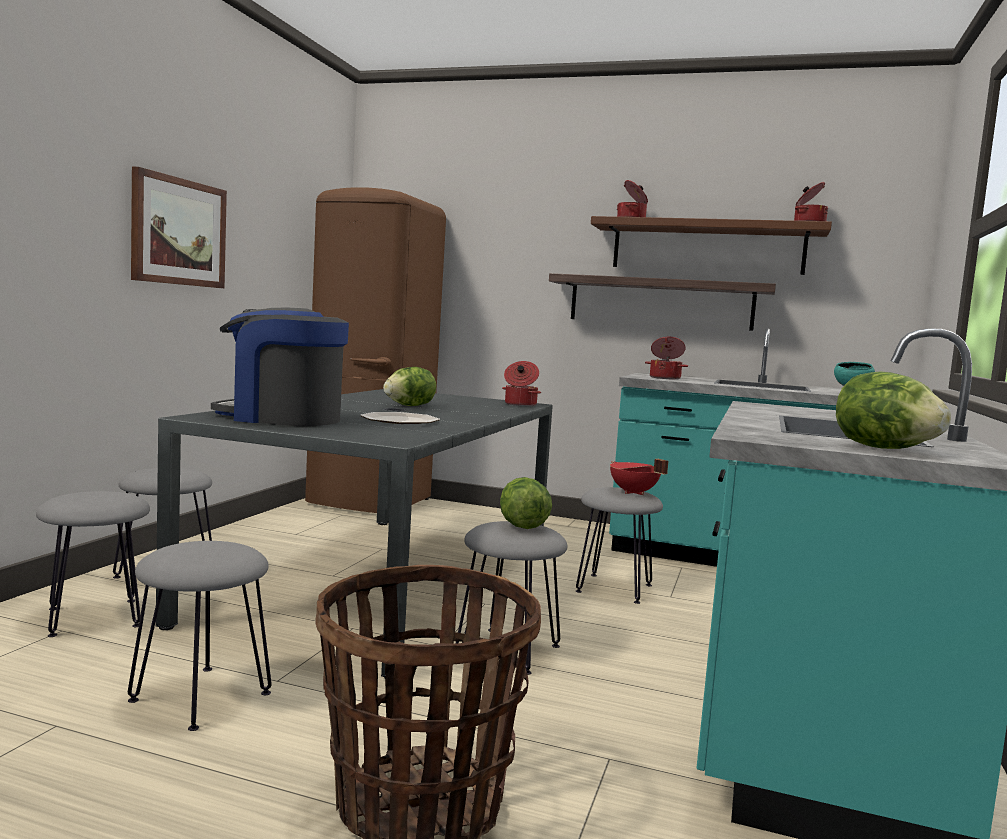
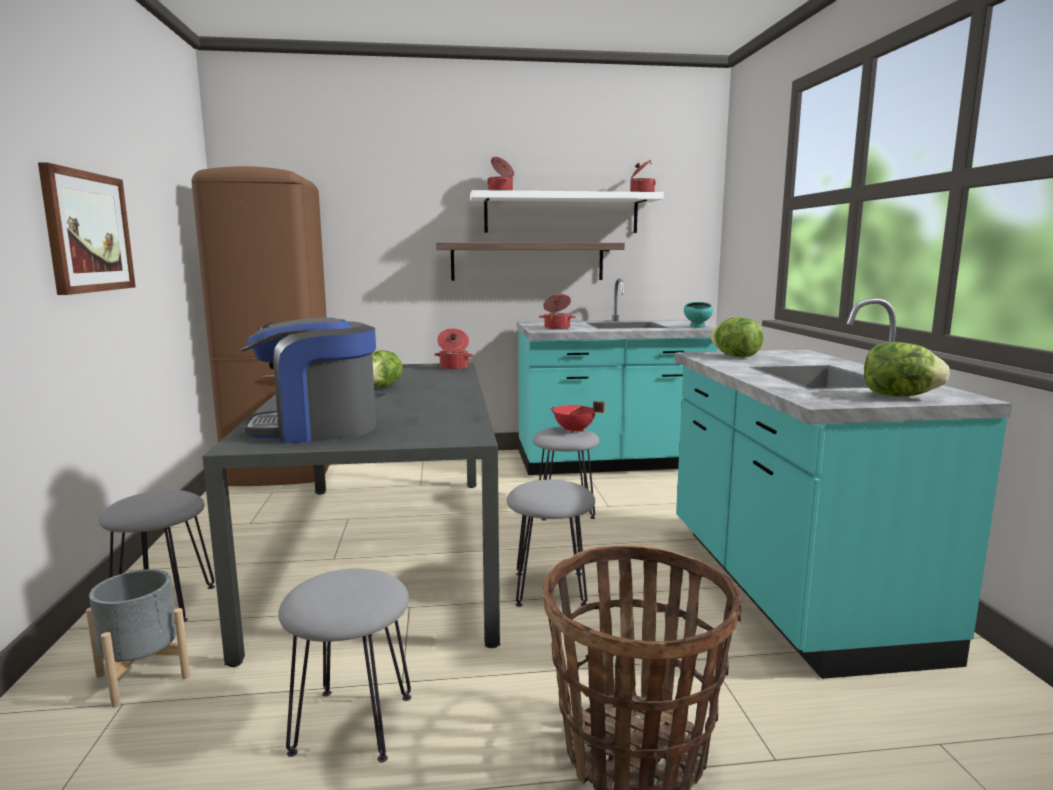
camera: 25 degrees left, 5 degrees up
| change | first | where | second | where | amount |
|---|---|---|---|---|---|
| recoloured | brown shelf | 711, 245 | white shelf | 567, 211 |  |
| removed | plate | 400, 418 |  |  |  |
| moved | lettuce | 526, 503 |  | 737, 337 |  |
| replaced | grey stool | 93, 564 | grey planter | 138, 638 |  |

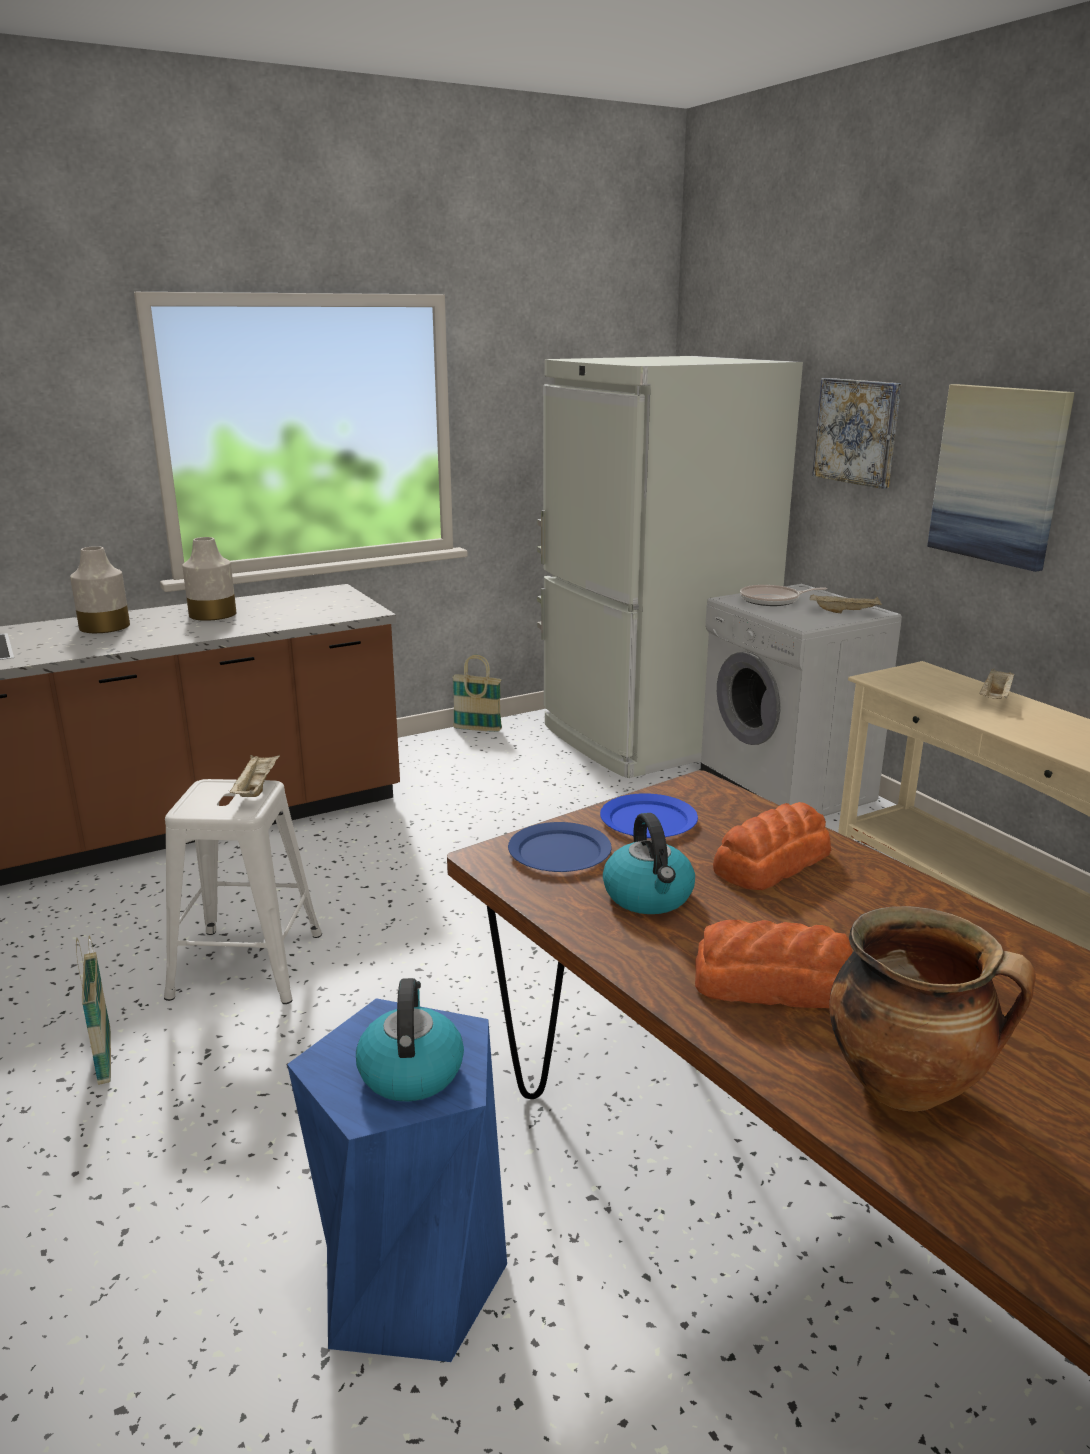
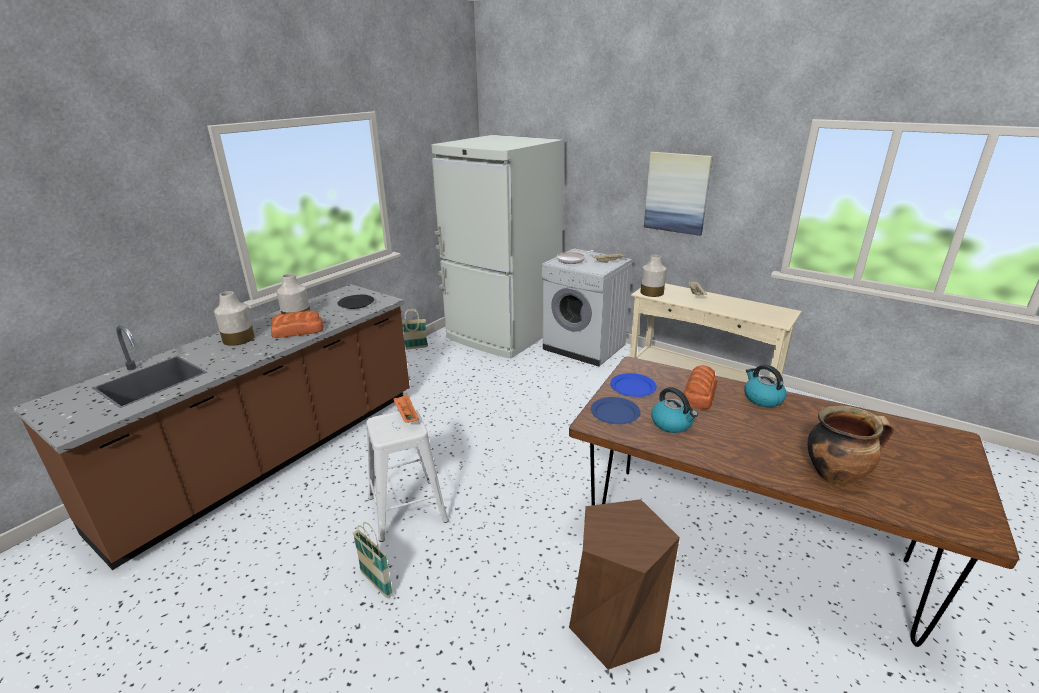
camera: 25 degrees left, 5 degrees up
| change | first | where | second | where | amount |
|---|---|---|---|---|---|
| removed | picture | 856, 433 |  |  |  |
| recoloured | beige tray | 254, 775 | orange tray | 406, 408 |  |
| moved | bread | 774, 964 |  | 297, 324 |  |
| moved | kettle | 410, 1040 |  | 765, 386 |  |
| recoloured | blue stool | 397, 1180 | brown stool | 624, 584 |  |
| added |  |  | beige vase | 653, 276 |  |
| added |  |  | black plate | 355, 302 |  |

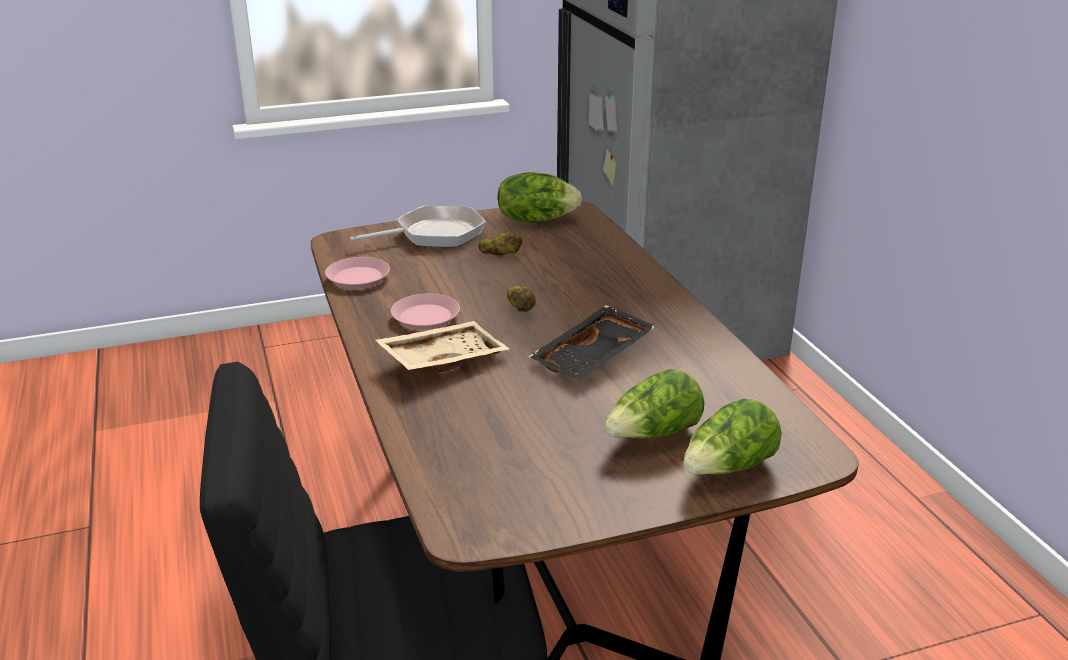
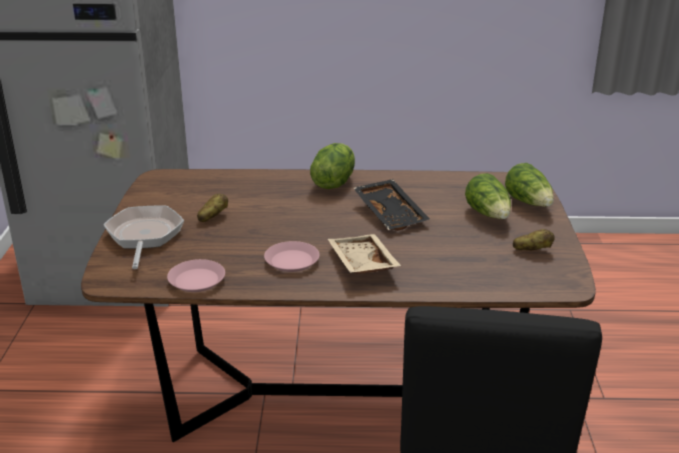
camera: 70 degrees left, 0 degrees up
| change | first | where | second | where | amount |
|---|---|---|---|---|---|
| moved | lettuce | 539, 197 |  | 332, 166 |  |
| moved | potato | 521, 299 |  | 534, 240 |  |

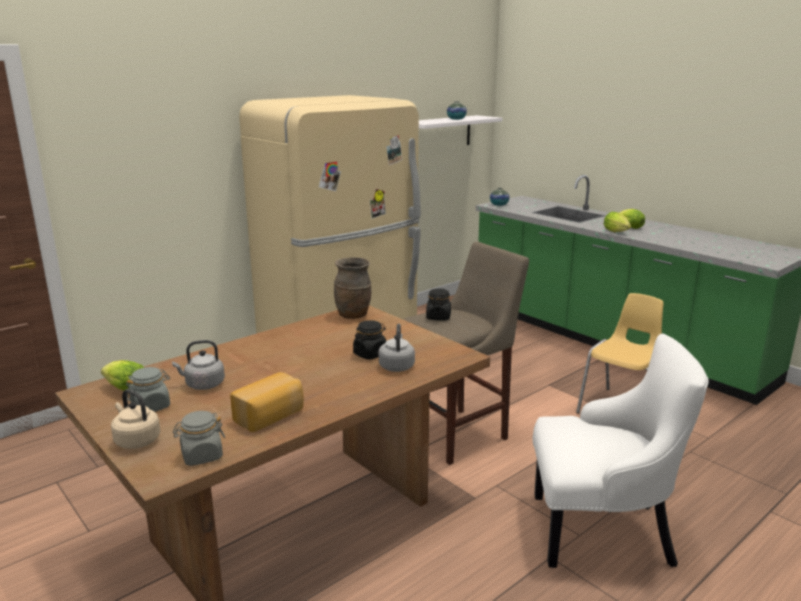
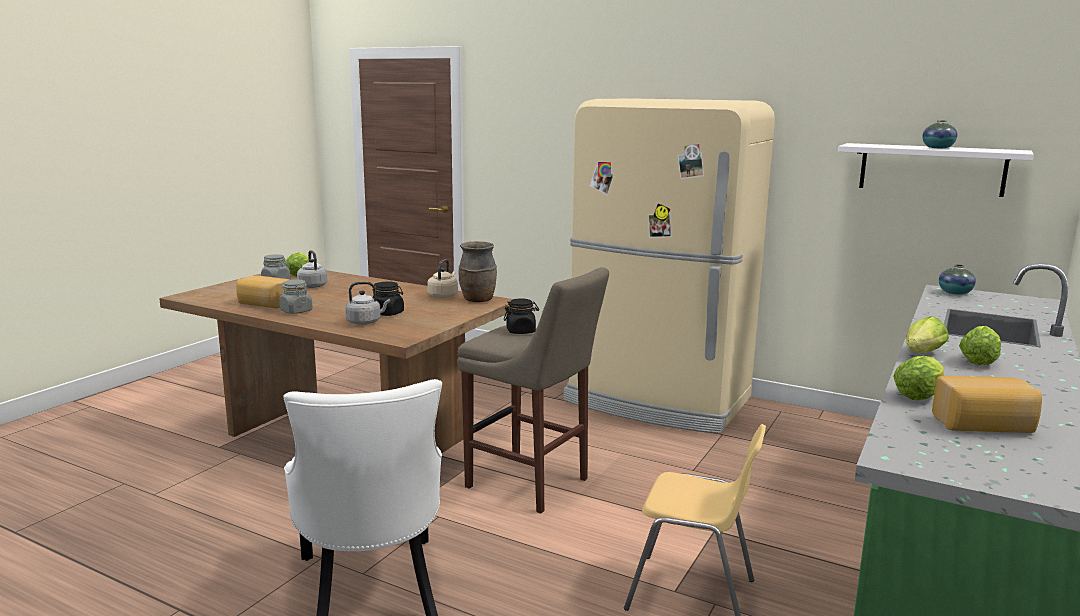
camera: 70 degrees right, 5 degrees down
| change | first | where | second | where | amount |
|---|---|---|---|---|---|
| moved | beige kettle | 136, 419 |  | 442, 278 |  |
| moved | grey jar | 199, 438 |  | 296, 297 |  |
| added |  |  | lettuce | 918, 378 |  |
| added |  |  | bread | 987, 404 |  |

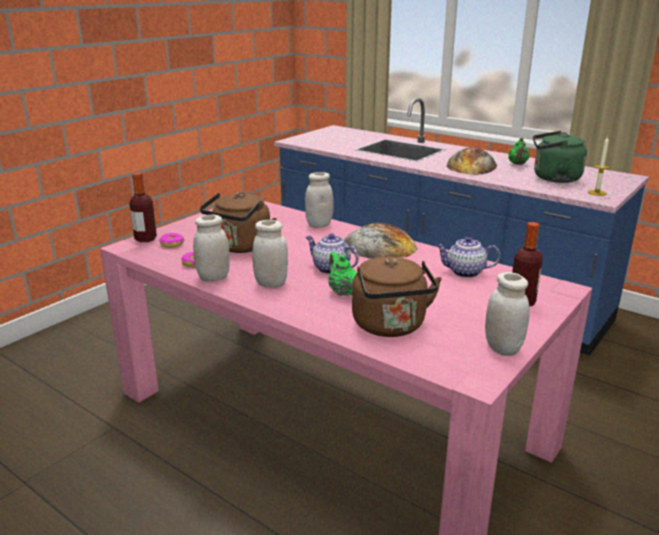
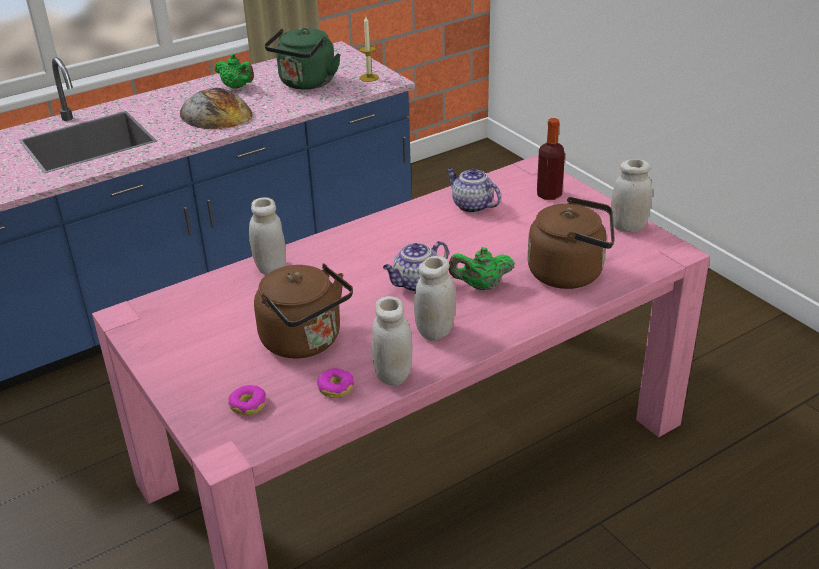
camera: 70 degrees left, 10 degrees up
| change | first | where | second | where | amount |
|---|---|---|---|---|---|
| removed | bottle | 143, 207 |  |  |  |
| removed | bread | 380, 240 |  |  |  |
| turned | teapot | 468, 257 |  | 473, 190 | 105 degrees clockwise |

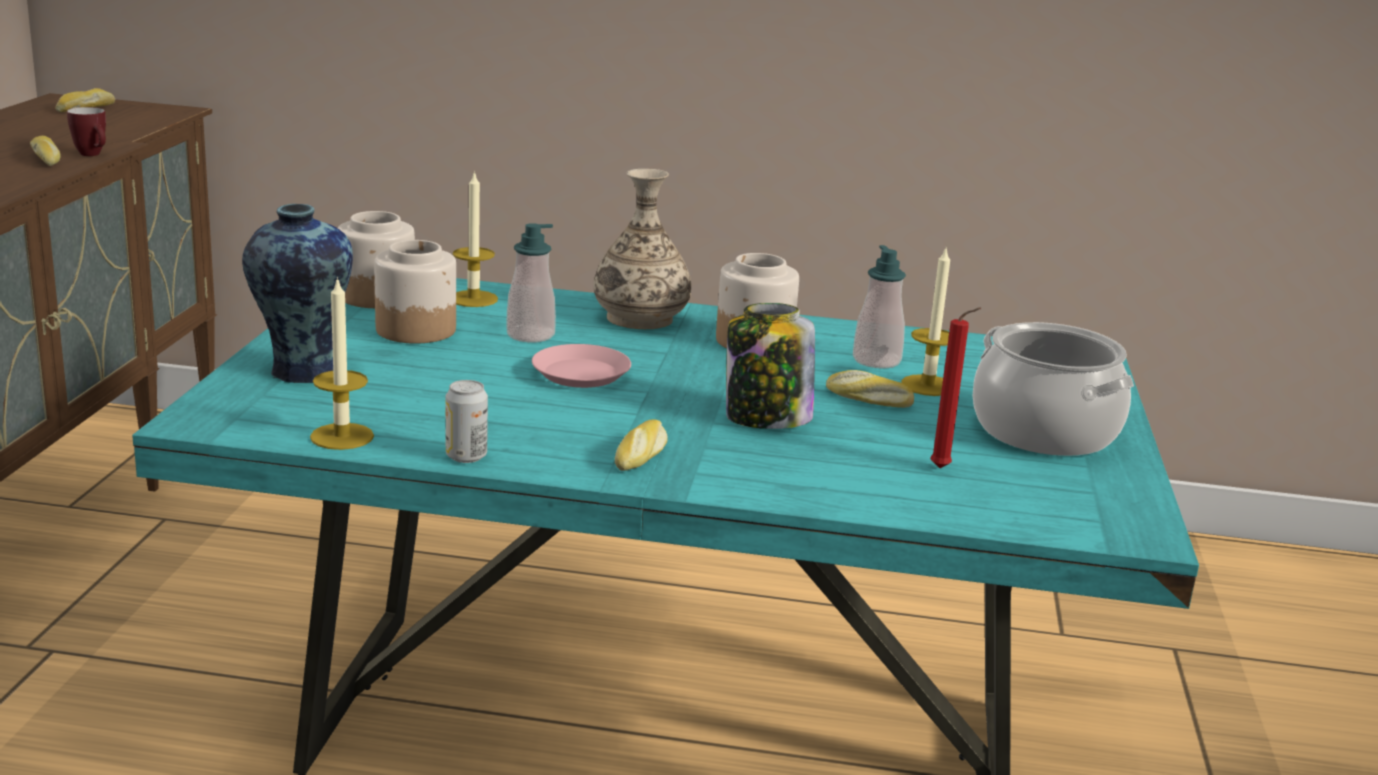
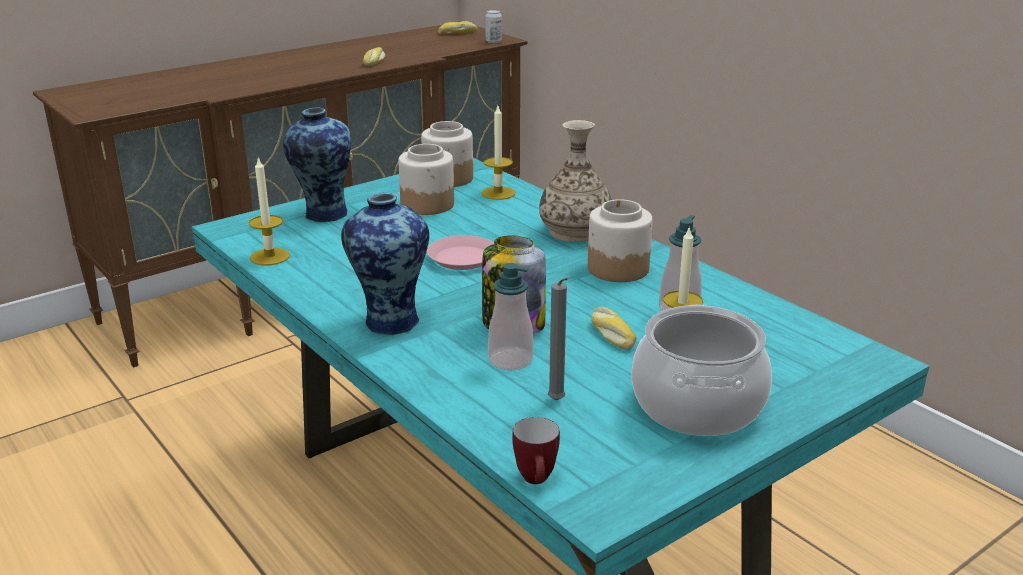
camera: 45 degrees right, 5 degrees up
| change | first | where | second | where | amount |
|---|---|---|---|---|---|
| moved | mug | 86, 131 |  | 536, 450 |  |
| moved | soap dispenser | 531, 282 |  | 510, 317 |  |
| recoloured | red candle | 956, 387 | grey candle | 558, 339 |  |
| moved | can | 467, 421 |  | 493, 26 |  |
| replaced | bread | 641, 445 | vase | 385, 264 |  |

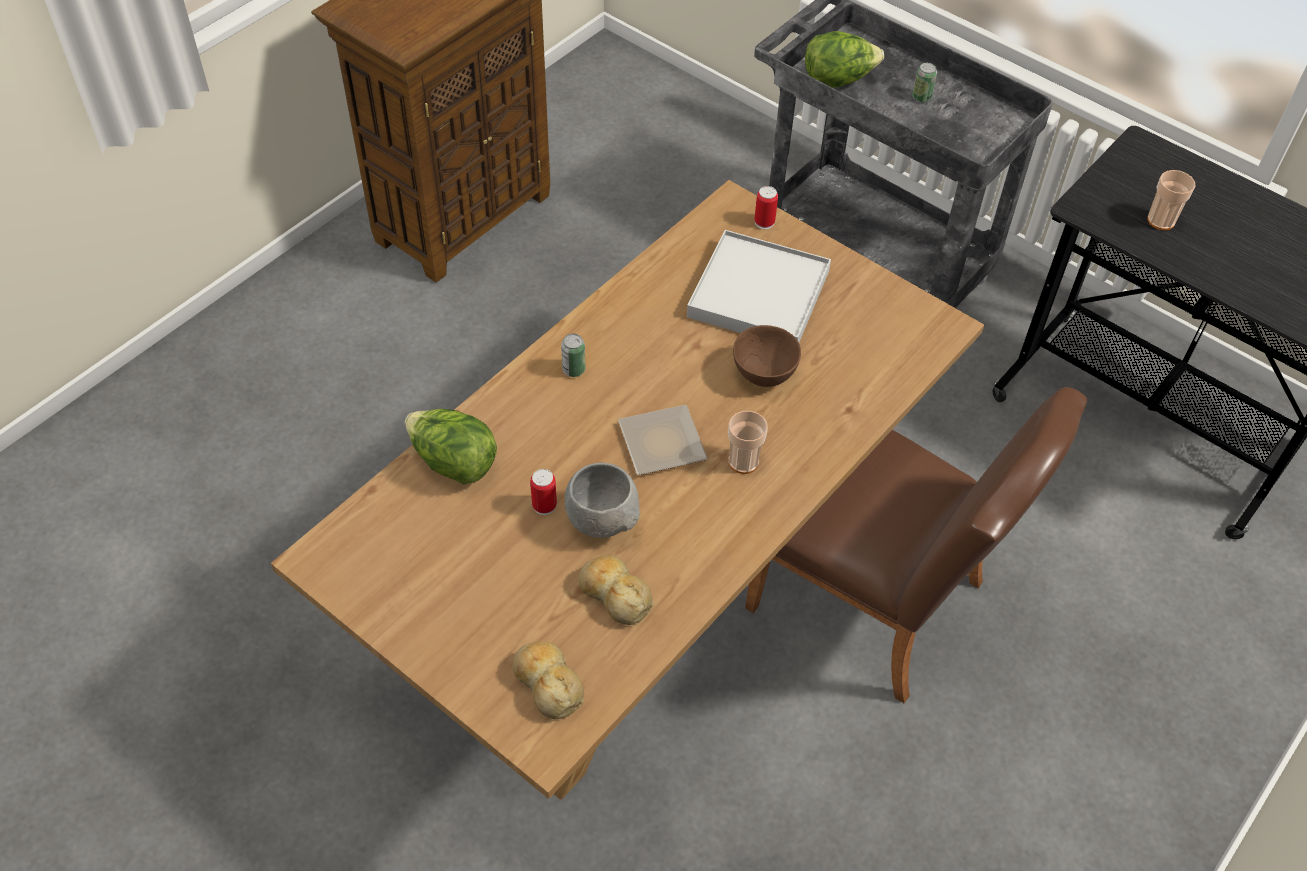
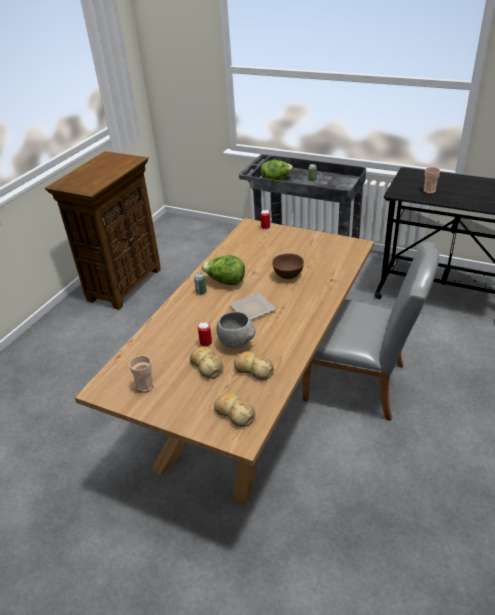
camera: 10 degrees left, 15 degrees down
| change | first | where | second | where | amount |
|---|---|---|---|---|---|
| removed | white tray | 759, 286 |  |  |  |
| recoloured | brown chair | 916, 545 | grey chair | 371, 331 |  |
| moved | lettuce | 451, 447 |  | 223, 270 |  |
| moved | cup | 748, 442 |  | 141, 374 |  |
| added |  |  | bread | 206, 362 |  |

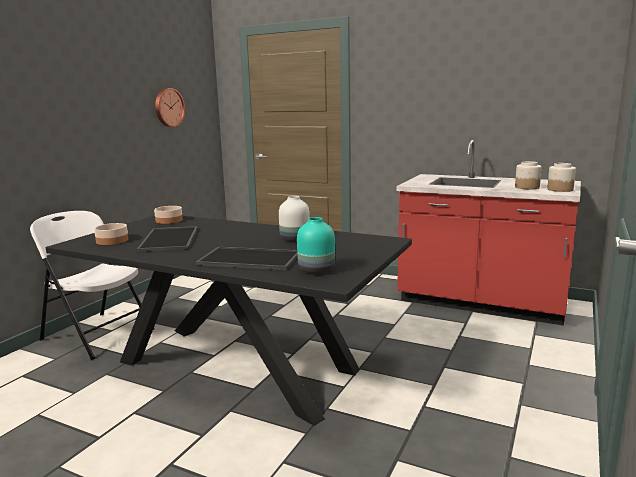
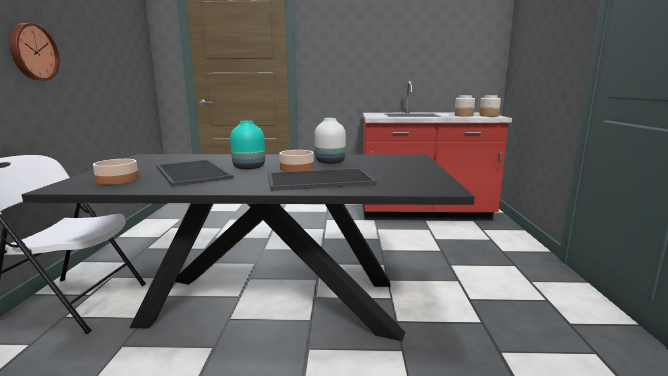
camera: 25 degrees left, 0 degrees up
| change | first | where | second | where | amount |
|---|---|---|---|---|---|
| moved | wall clock | 170, 107 |  | 34, 52 |  |
| moved | bowl | 168, 215 |  | 296, 161 |  |
| moved | turquoise vase | 316, 245 |  | 247, 145 |  |

